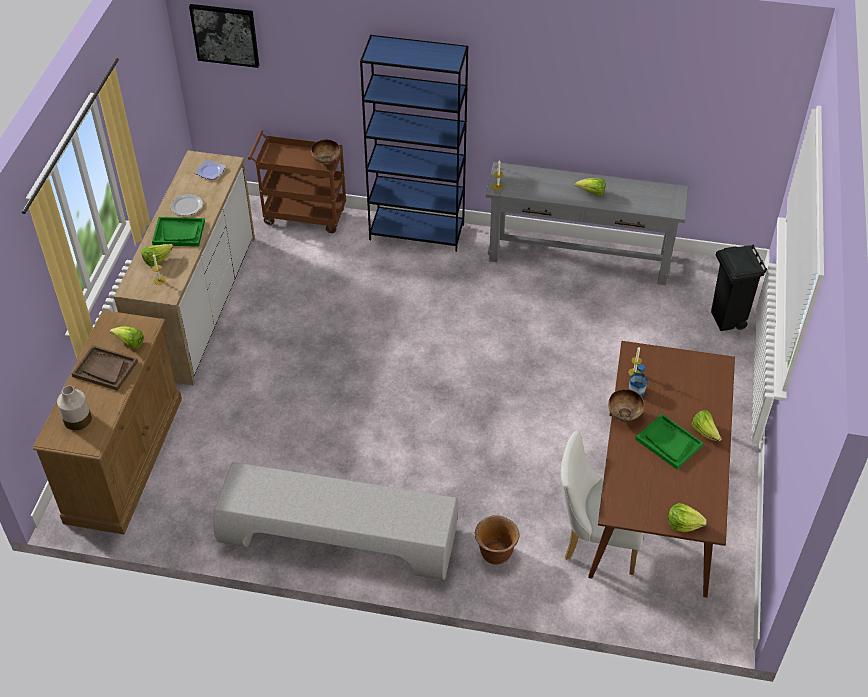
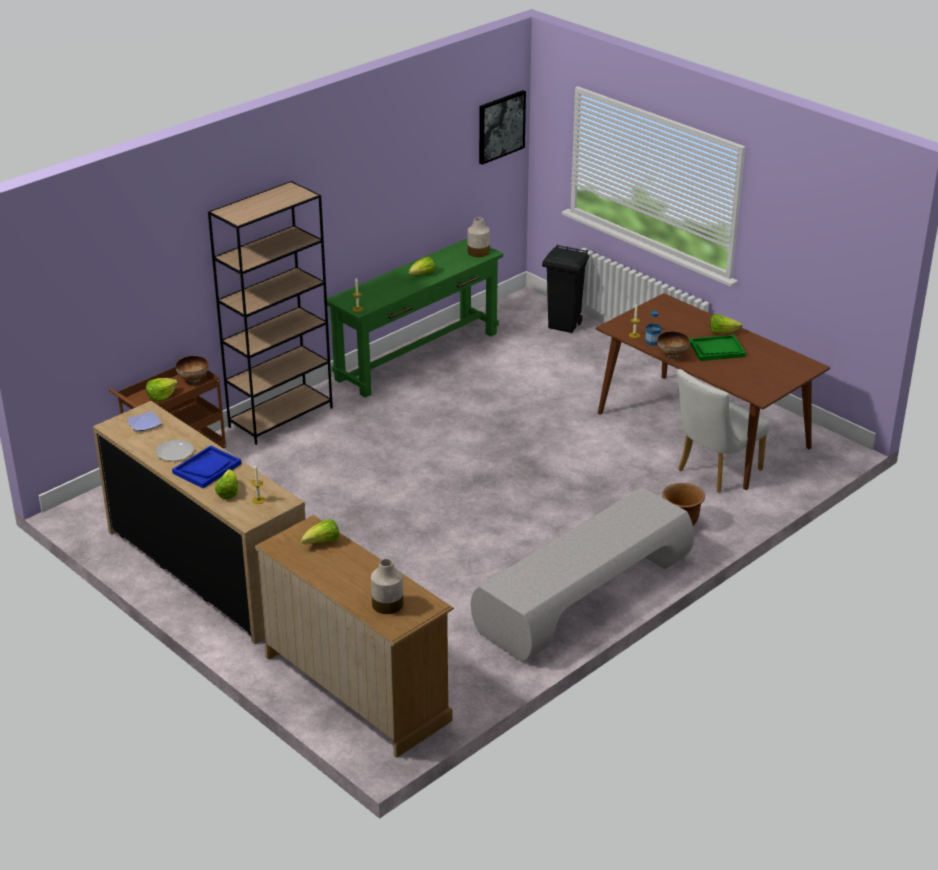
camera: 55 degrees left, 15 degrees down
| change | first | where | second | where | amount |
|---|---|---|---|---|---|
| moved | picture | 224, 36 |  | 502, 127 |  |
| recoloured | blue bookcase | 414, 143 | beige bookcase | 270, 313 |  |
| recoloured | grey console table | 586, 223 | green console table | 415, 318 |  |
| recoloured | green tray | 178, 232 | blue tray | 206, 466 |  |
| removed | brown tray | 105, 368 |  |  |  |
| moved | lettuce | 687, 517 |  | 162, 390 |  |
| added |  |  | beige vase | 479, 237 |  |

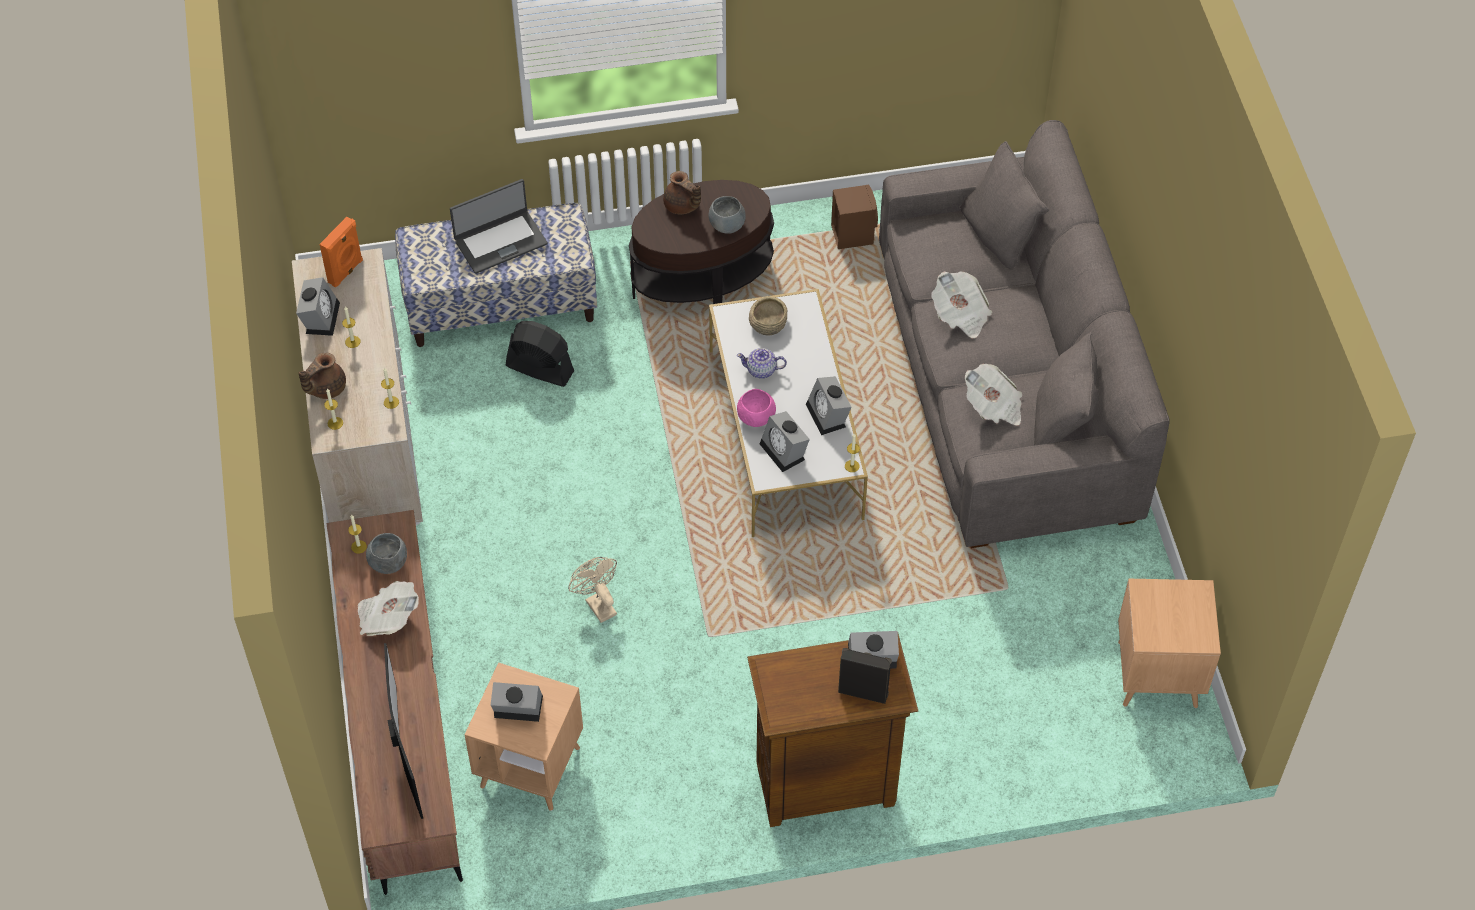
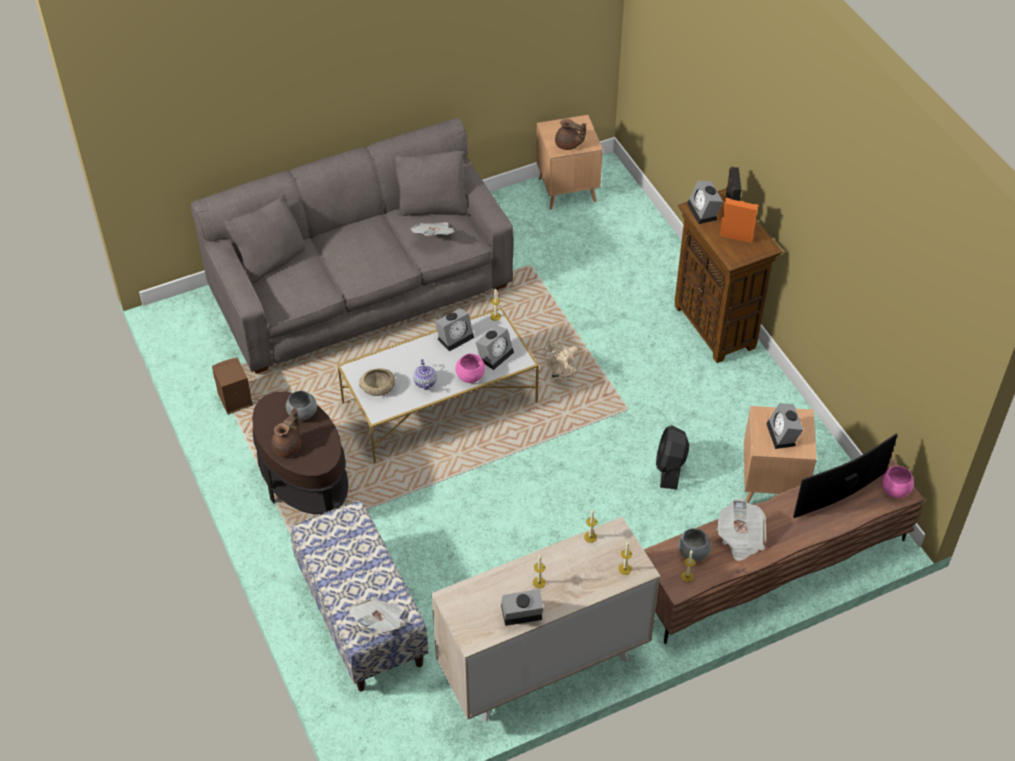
camera: 105 degrees left, 5 degrees down
| change | first | where | second | where | amount |
|---|---|---|---|---|---|
| removed | laptop | 498, 226 |  |  |  |
| moved | orange speaker | 341, 252 |  | 739, 220 |  |
| moved | newspaper | 961, 304 |  | 377, 615 |  |
| moved | black fan | 540, 354 |  | 672, 457 |  |
| moved | brown teapot | 322, 376 |  | 570, 134 |  |
| moved | beige fan | 592, 590 |  | 561, 362 |  |
| added |  |  | pink bowl | 898, 482 |  |

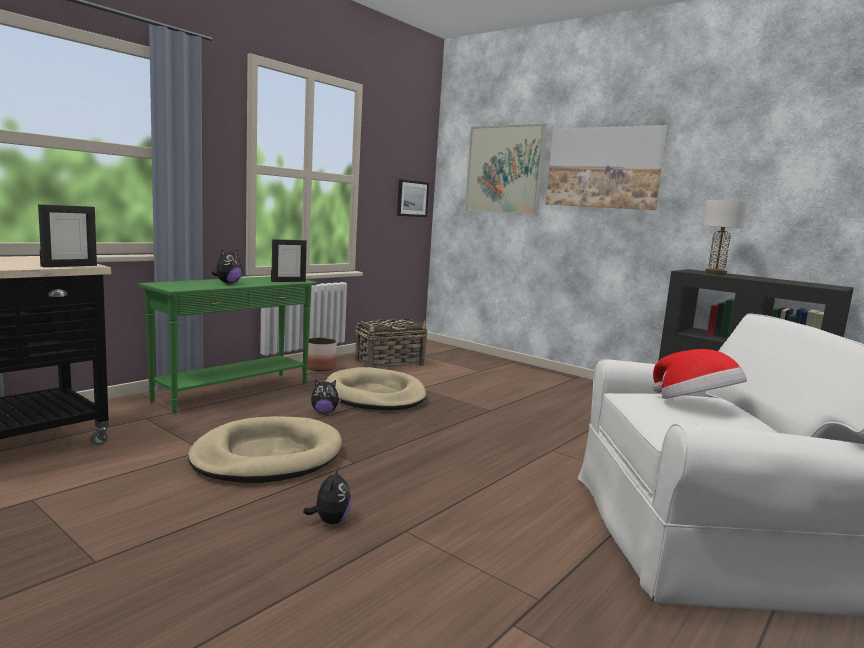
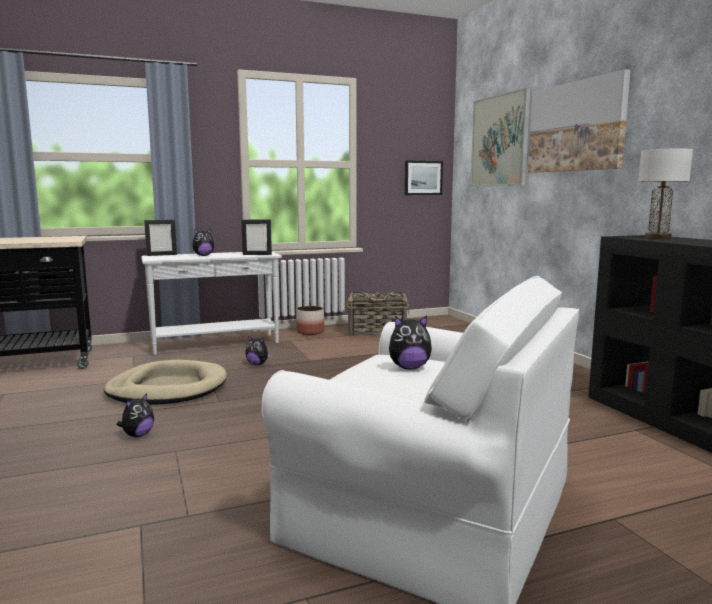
camera: 30 degrees right, 0 degrees up
| change | first | where | second | where | amount |
|---|---|---|---|---|---|
| moved | picture frame | 67, 235 |  | 160, 238 |  |
| recoloured | green console table | 227, 345 | white console table | 211, 303 |  |
| replaced | hat | 700, 374 | plush toy | 410, 342 |  |
| removed | beige dog bed | 376, 388 |  |  |  |

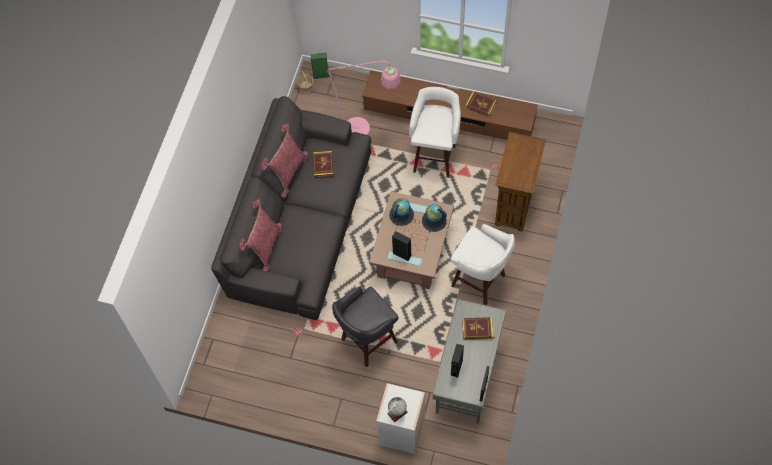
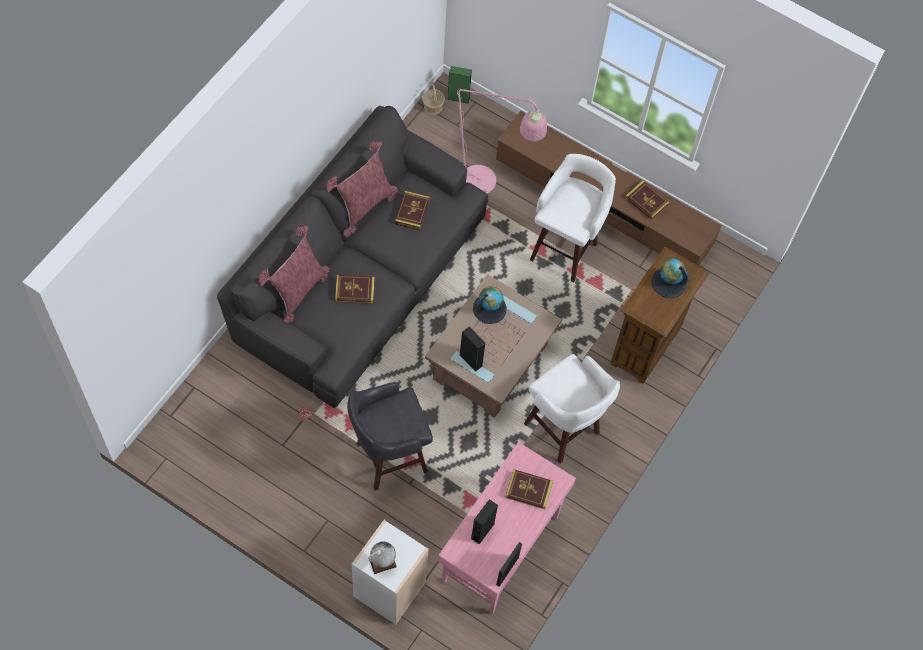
camera: 10 degrees right, 0 degrees up
| change | first | where | second | where | amount |
|---|---|---|---|---|---|
| moved | globe | 434, 218 |  | 670, 278 |  |
| recoloured | grey console table | 469, 361 | pink console table | 507, 528 |  |
| added |  |  | book | 355, 289 |  |

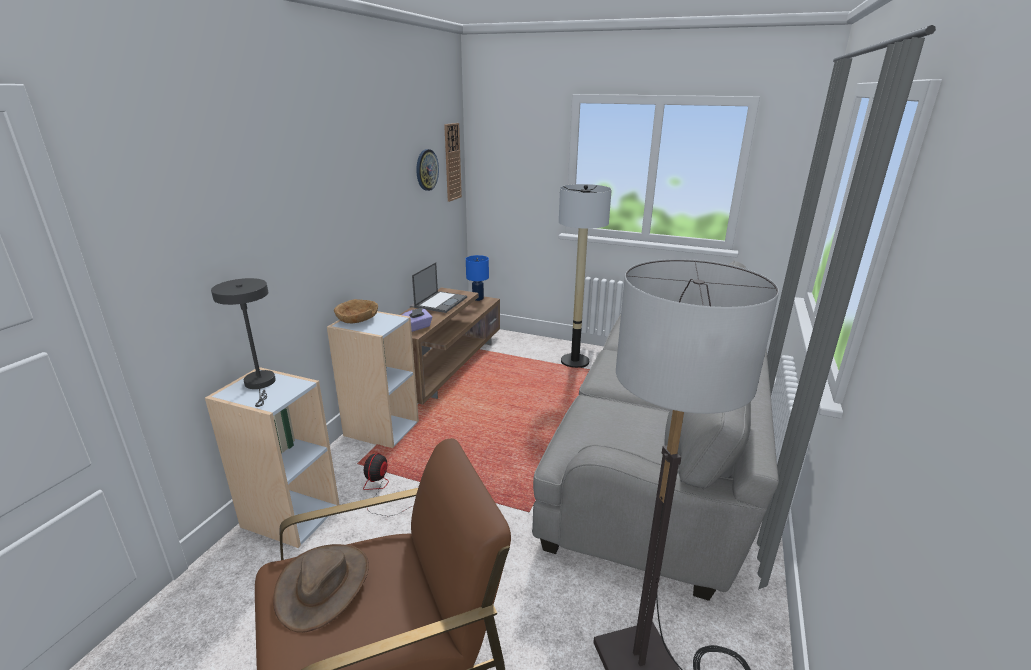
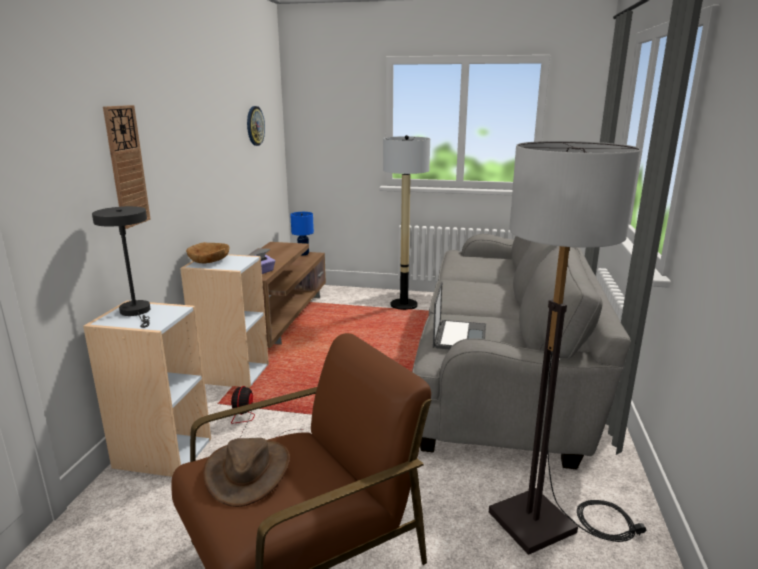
camera: 10 degrees left, 5 degrees down
| change | first | where | second | where | amount |
|---|---|---|---|---|---|
| moved | wall clock | 453, 162 |  | 127, 167 |  |
| moved | laptop | 439, 287 |  | 459, 316 |  |

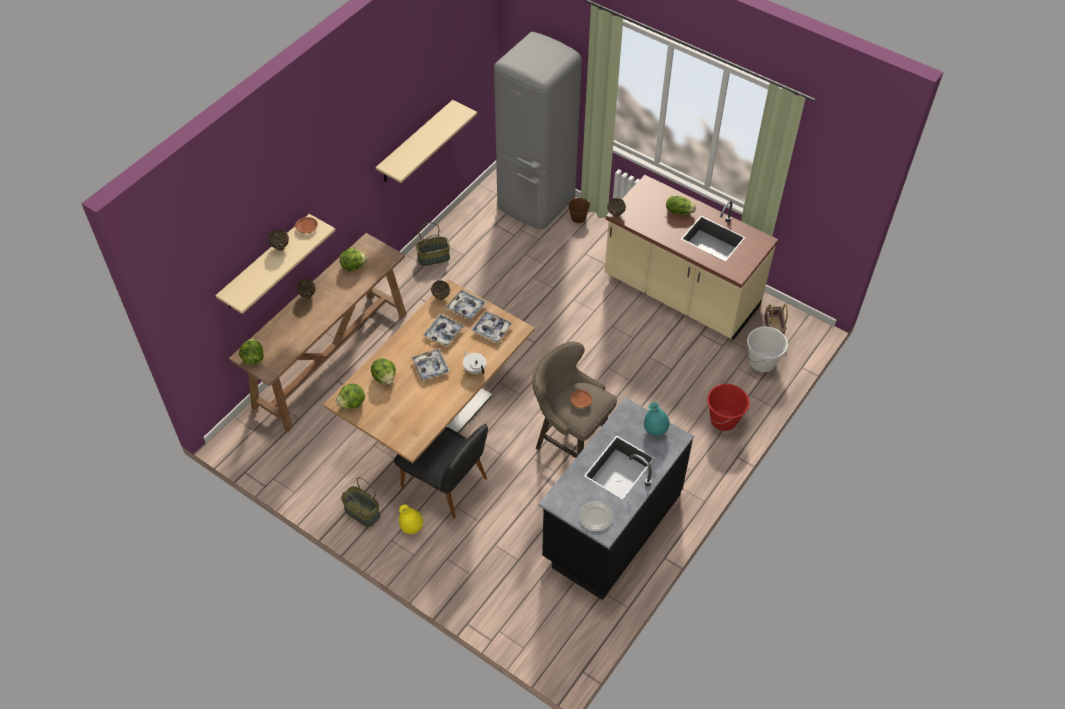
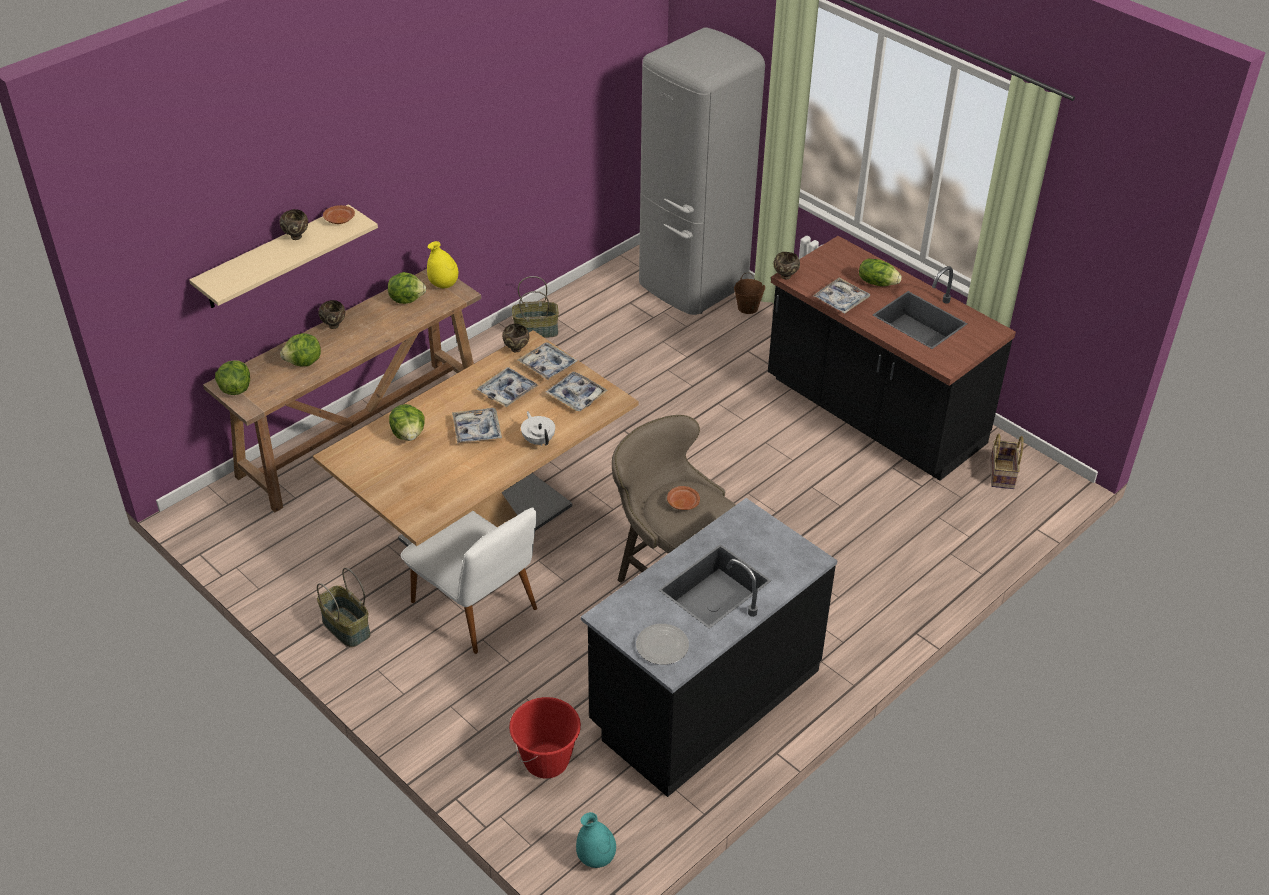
camera: 10 degrees right, 10 degrees down
| change | first | where | second | where | amount |
|---|---|---|---|---|---|
| removed | beige shelf | 426, 141 |  |  |  |
| recoloured | beige counter | 691, 257 | black counter | 892, 358 |  |
| removed | white bucket | 767, 349 |  |  |  |
| moved | lettuce | 350, 396 |  | 300, 349 |  |
| moved | red bucket | 728, 407 |  | 545, 738 |  |
| moved | turquoise vase | 656, 419 |  | 596, 840 |  |
| recoloured | black chair | 441, 471 | white chair | 468, 580 |  |
| moved | yellow vase | 411, 519 |  | 442, 264 |  |
| added |  |  | tray | 841, 296 |  |

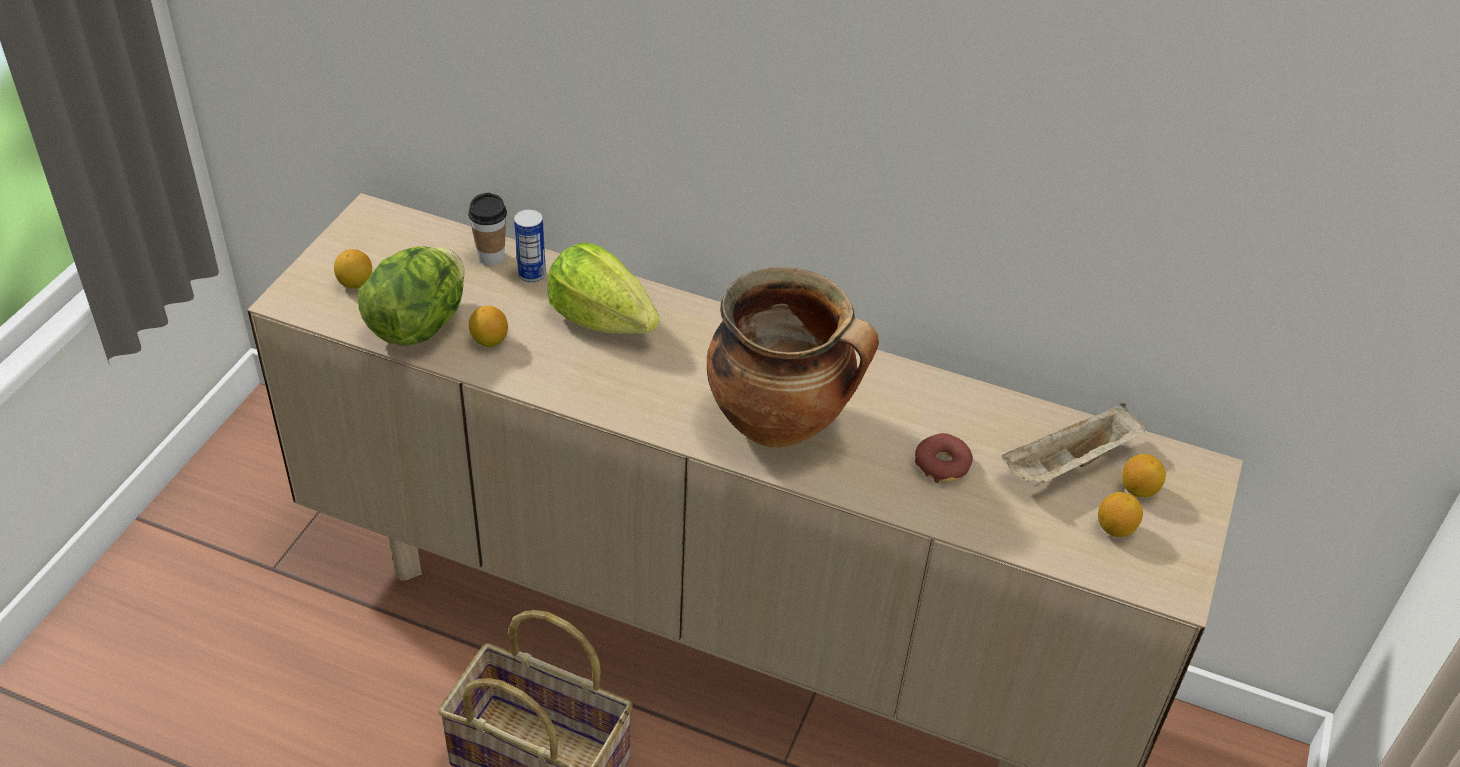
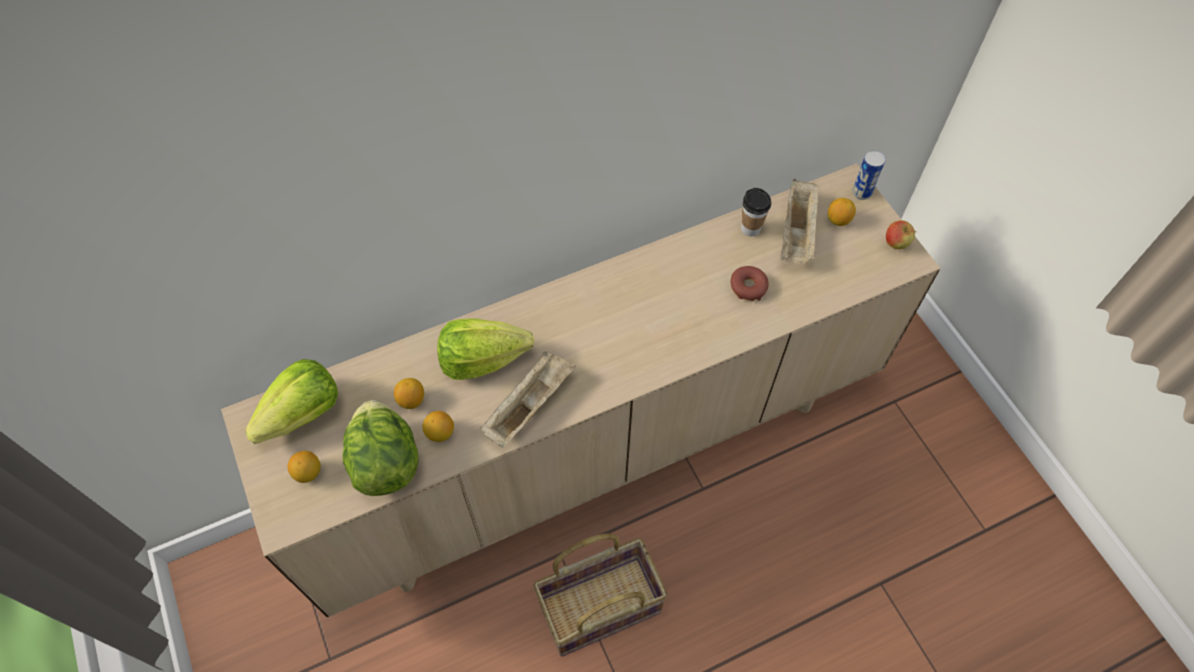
camera: 45 degrees left, 15 degrees up
| change | first | where | second | where | amount |
|---|---|---|---|---|---|
| moved | cup | 487, 229 |  | 756, 212 |  |
| moved | can | 530, 246 |  | 868, 175 |  |
| removed | cooking pot | 793, 357 |  |  |  |
| moved | lemon | 1120, 514 |  | 409, 393 |  |
| added |  |  | apple | 901, 234 |  |
| added |  |  | beige tray | 528, 399 |  |
| added |  |  | lettuce | 291, 401 |  |

